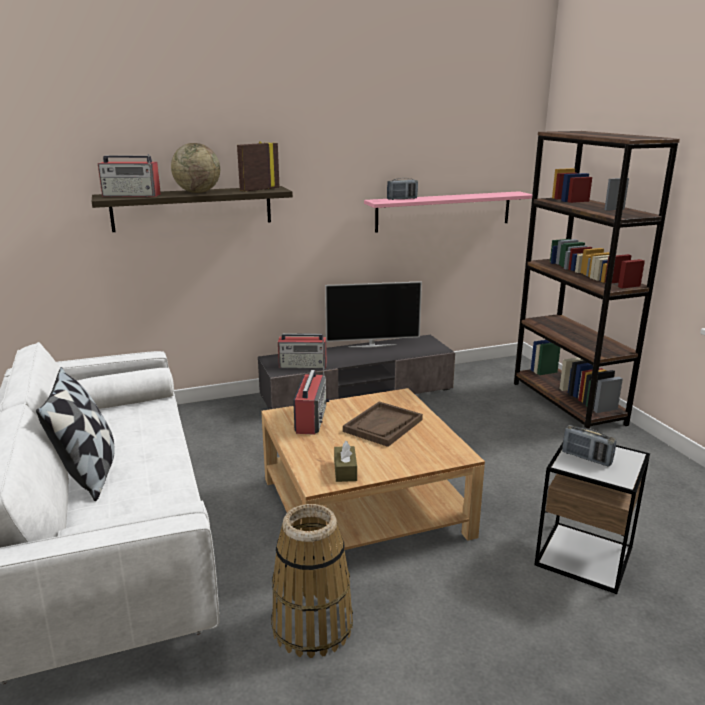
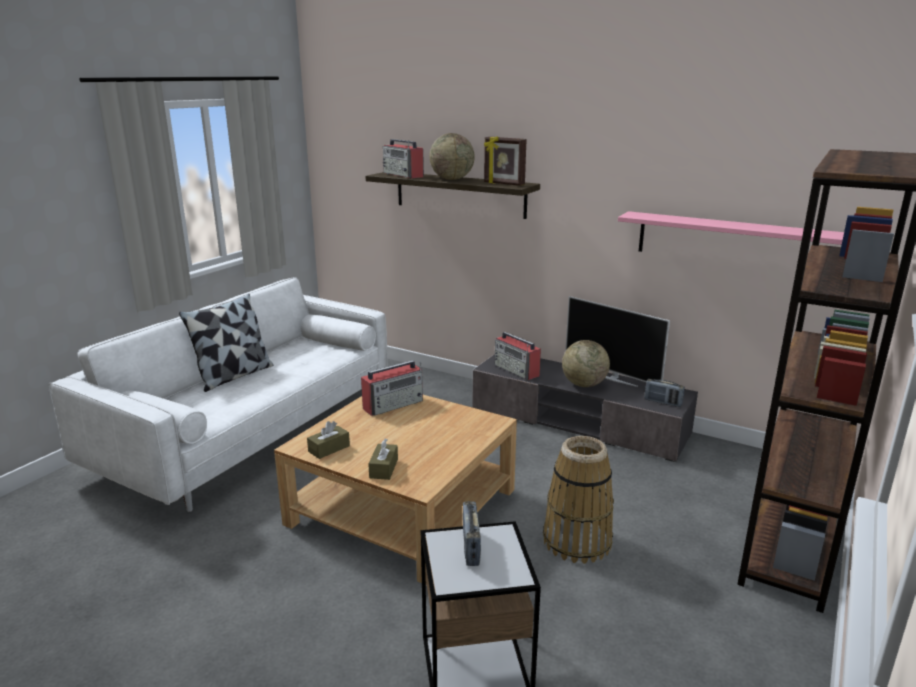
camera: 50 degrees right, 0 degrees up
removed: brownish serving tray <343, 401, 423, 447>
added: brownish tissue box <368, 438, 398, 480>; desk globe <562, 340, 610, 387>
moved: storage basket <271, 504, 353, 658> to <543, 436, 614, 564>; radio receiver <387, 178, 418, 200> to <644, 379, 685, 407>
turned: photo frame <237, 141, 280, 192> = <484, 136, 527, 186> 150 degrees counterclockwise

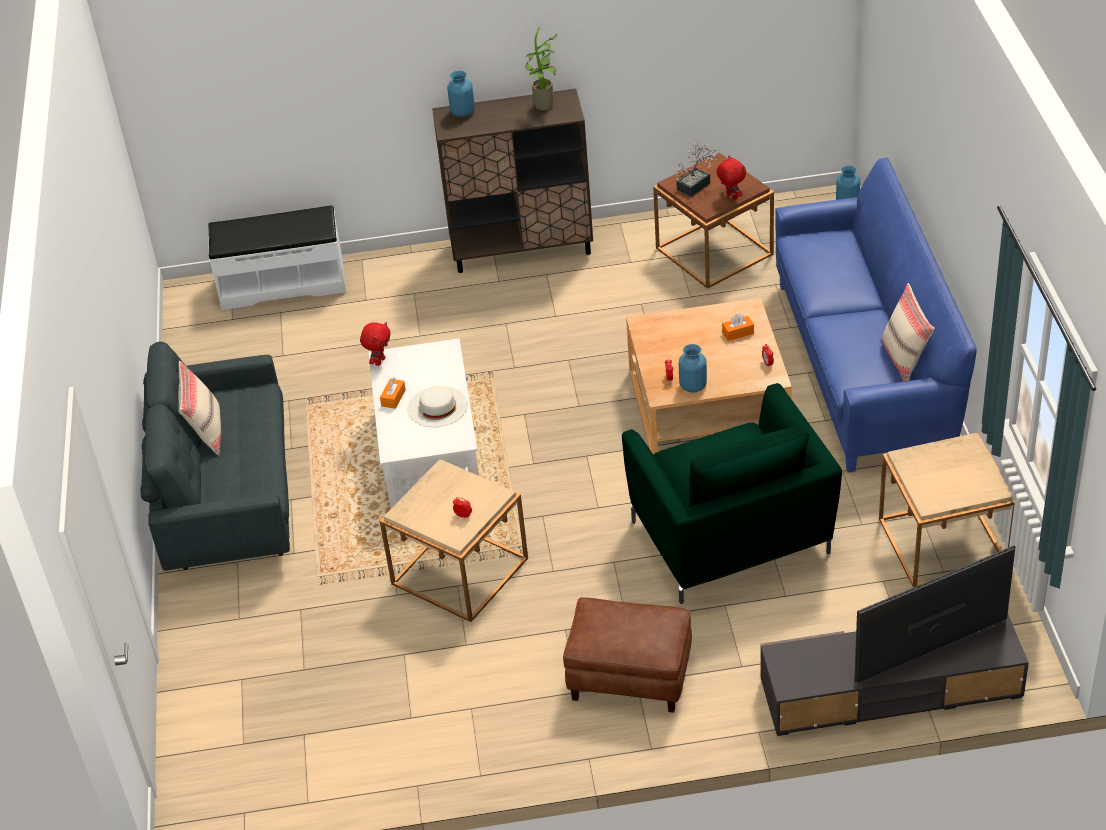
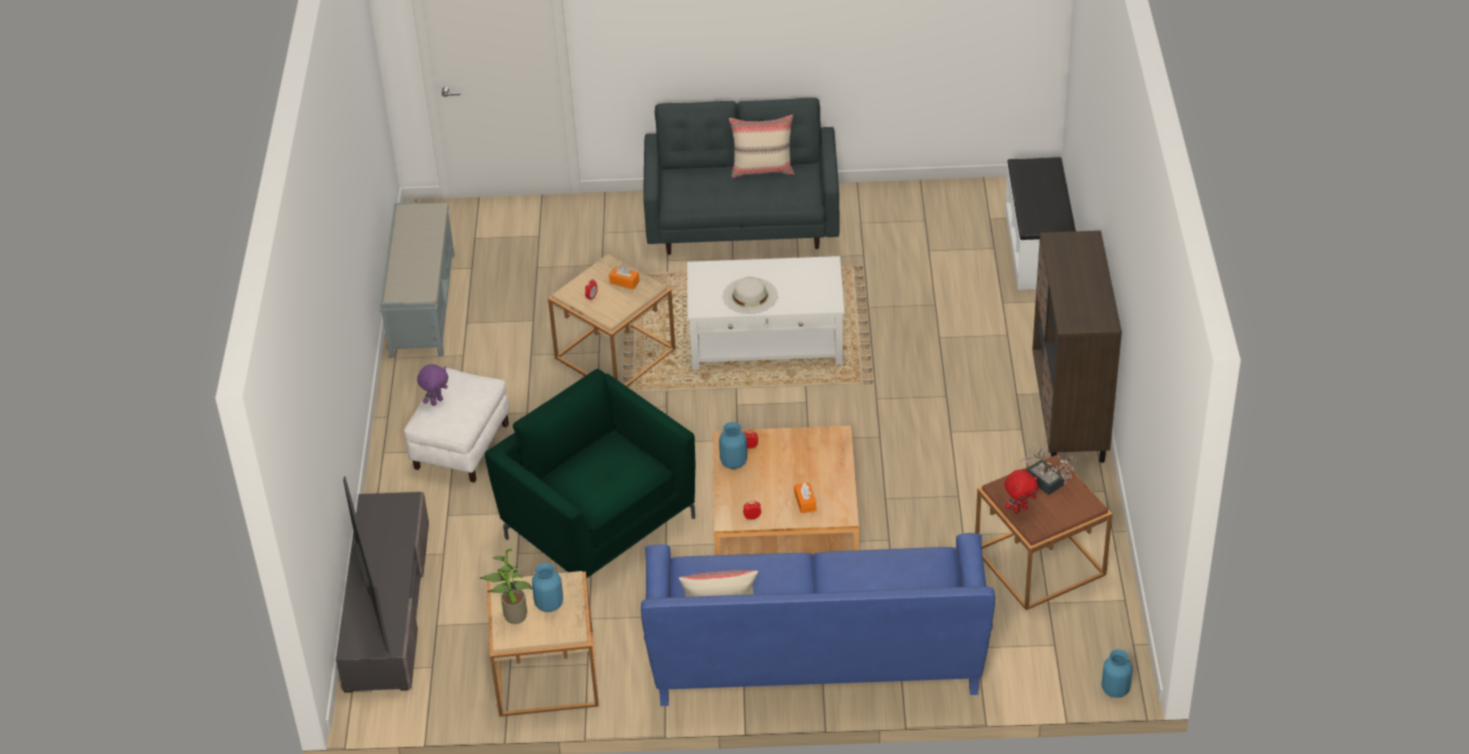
camera: 95 degrees right, 0 degrees up
removed: red plush toy <360, 322, 391, 366>
added: gray indoor bench <380, 202, 454, 358>; purple-coloured plush toy <417, 364, 448, 406>
moved: orange-coloured tissue box <380, 378, 406, 409> to <609, 265, 640, 290>; bluish decorative vase <447, 71, 475, 117> to <532, 563, 563, 612>; plant in a pot <525, 27, 557, 110> to <480, 548, 533, 624>
recoloured: brownish ottoman <563, 597, 692, 713> to white-coloured ottoman <404, 368, 509, 483>
turned: greenish armchair <622, 383, 842, 604> = <485, 369, 695, 578> 60 degrees clockwise

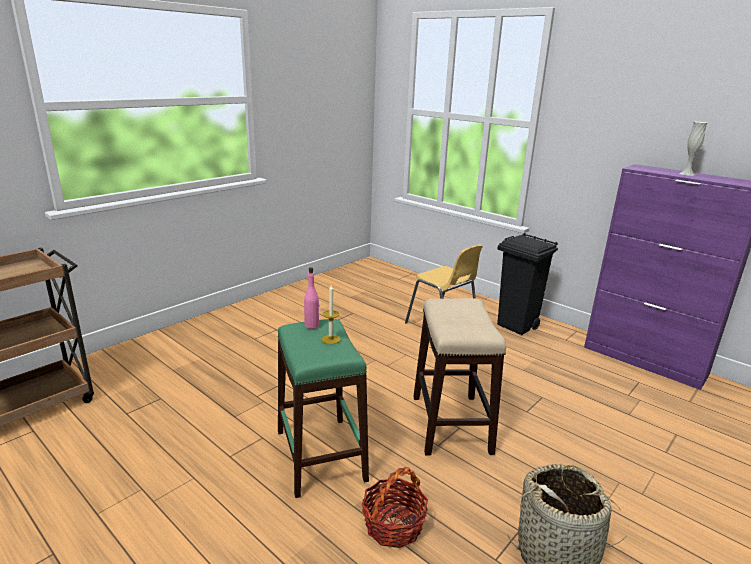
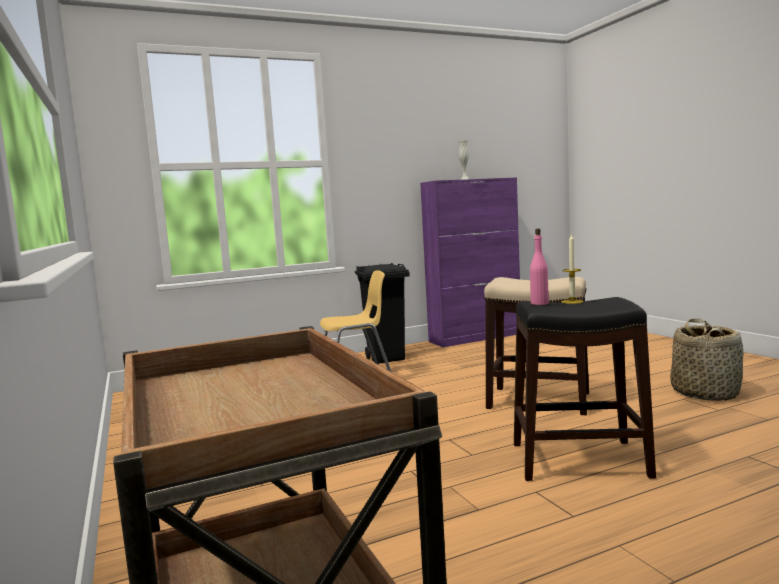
camera: 65 degrees left, 15 degrees down
removed: storage basket <362, 467, 428, 548>
recoloured: greenish stool seat <278, 319, 369, 498> to blackish stool seat <514, 297, 656, 481>

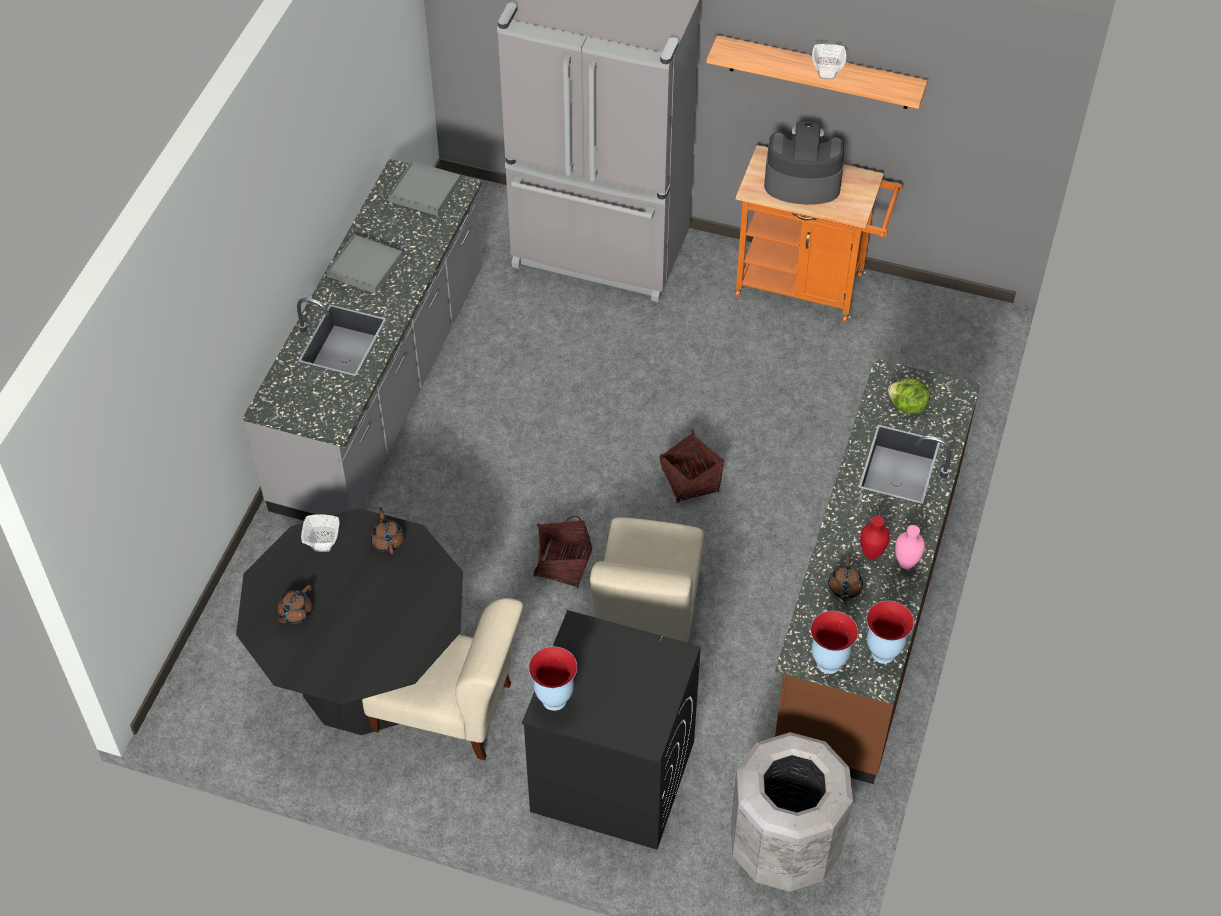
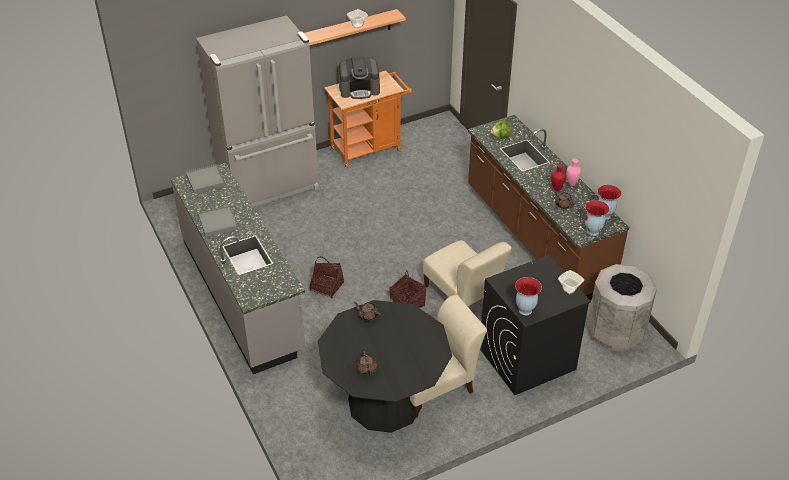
camera: 45 degrees left, 10 degrees down
moved: bowl <301, 514, 340, 552> to <558, 270, 584, 294>; storage basket <660, 429, 724, 503> to <310, 256, 344, 299>
turned: coffee brewer <764, 121, 844, 205> = <339, 56, 380, 99> 150 degrees counterclockwise

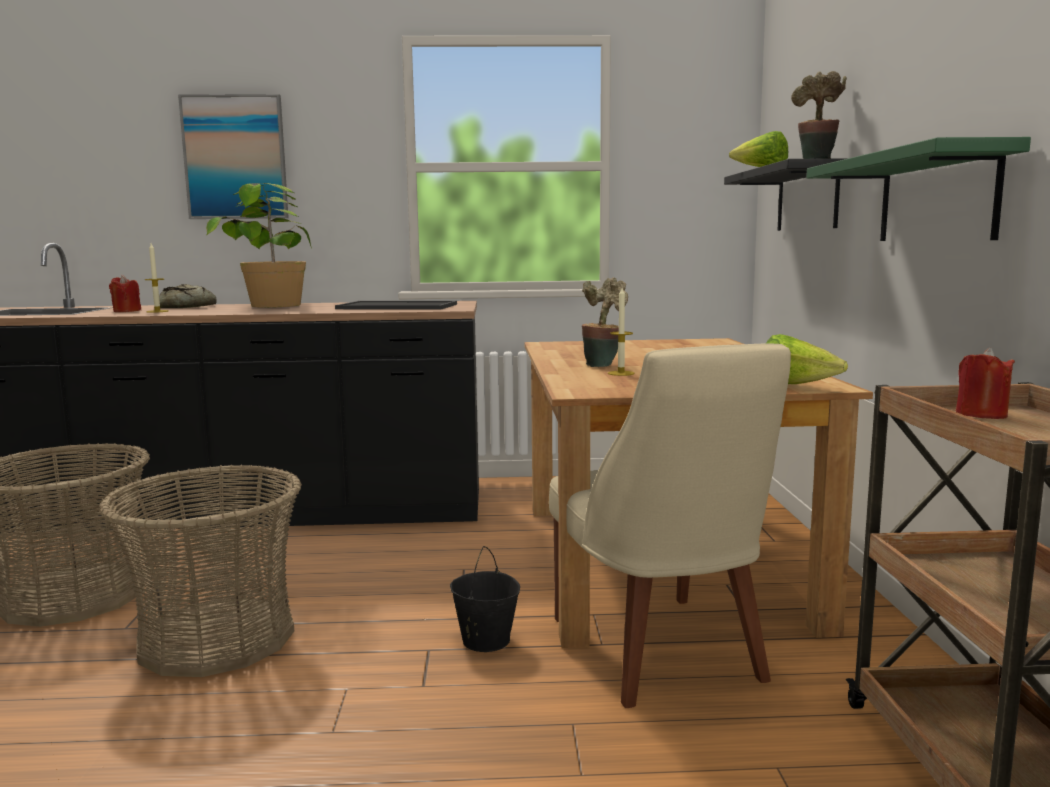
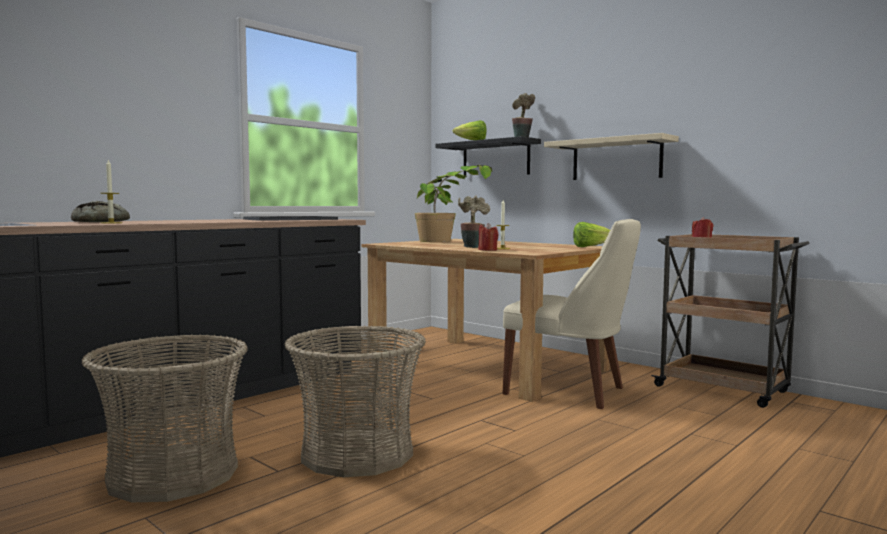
camera: 45 degrees left, 5 degrees down
removed: wall art <178, 94, 289, 219>; blackish pail <450, 546, 520, 652>
moved: red candle <109, 275, 141, 312> to <478, 223, 499, 251>; plant in a pot <206, 183, 312, 308> to <415, 165, 492, 242>
recoloured: greenish shelf <806, 137, 1031, 241> to beige-coloured shelf <544, 133, 679, 180>

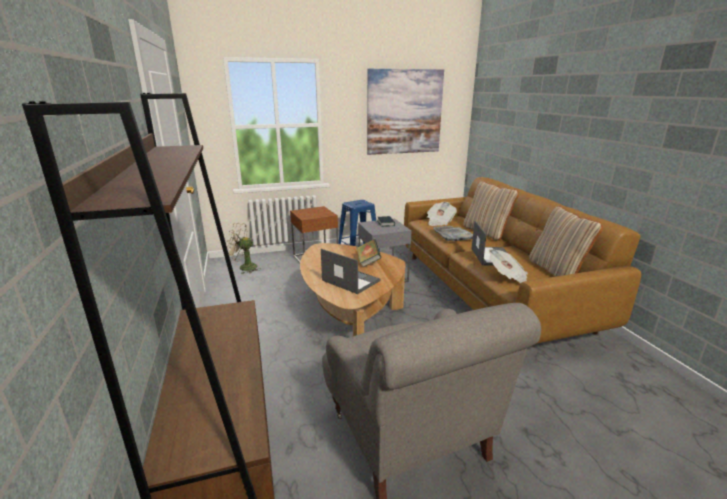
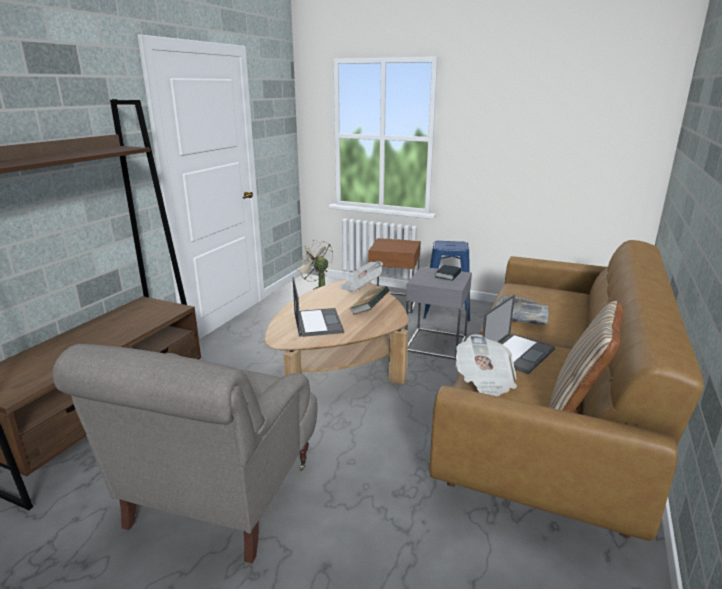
camera: 40 degrees right, 0 degrees up
removed: wall art <367, 69, 444, 155>; beige-coloured pillow <463, 181, 519, 241>
moved: printed paper <427, 202, 457, 226> to <339, 261, 383, 292>

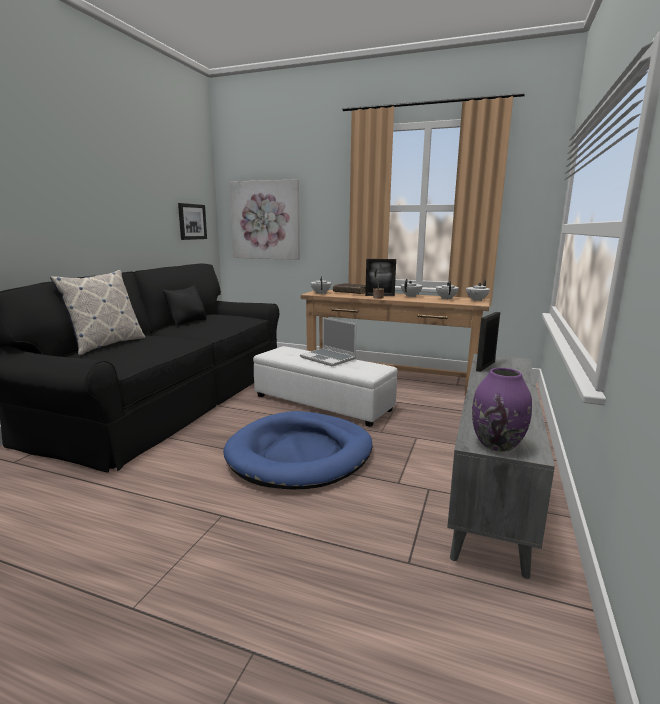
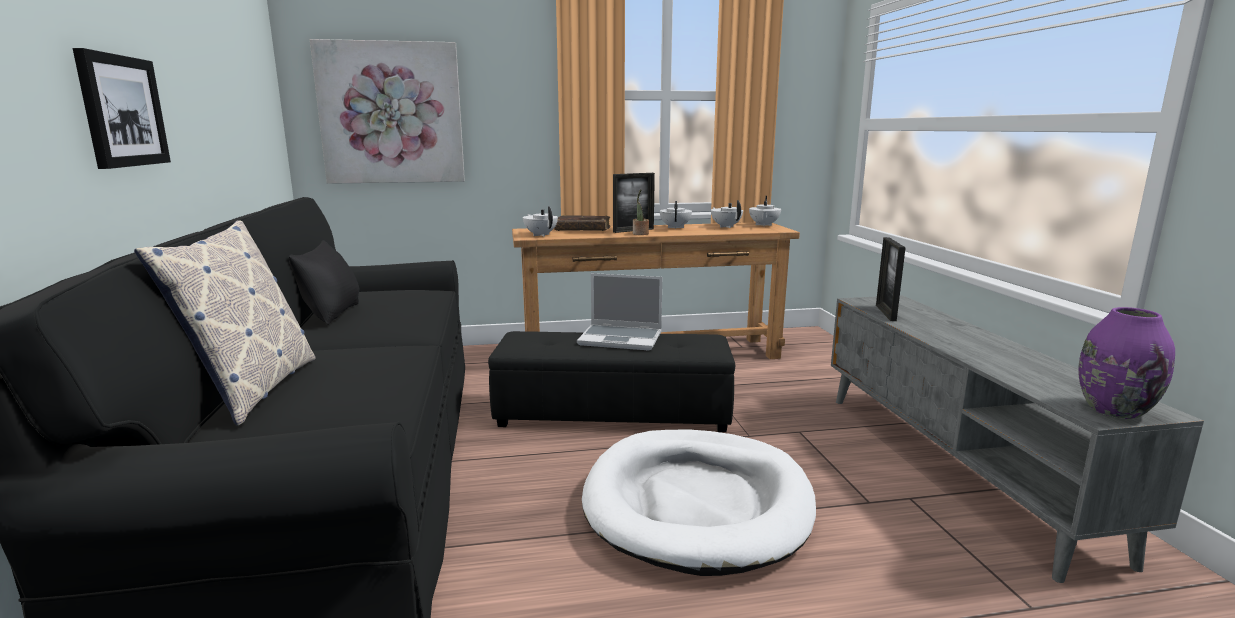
camera: 30 degrees left, 0 degrees up
moved: wall art <178, 203, 207, 240> to <73, 48, 171, 169>
recoloured: bluish dog bed <223, 411, 372, 490> to white-coloured dog bed <582, 429, 816, 576>; white-coloured ottoman <253, 346, 397, 427> to blackish ottoman <488, 331, 735, 432>

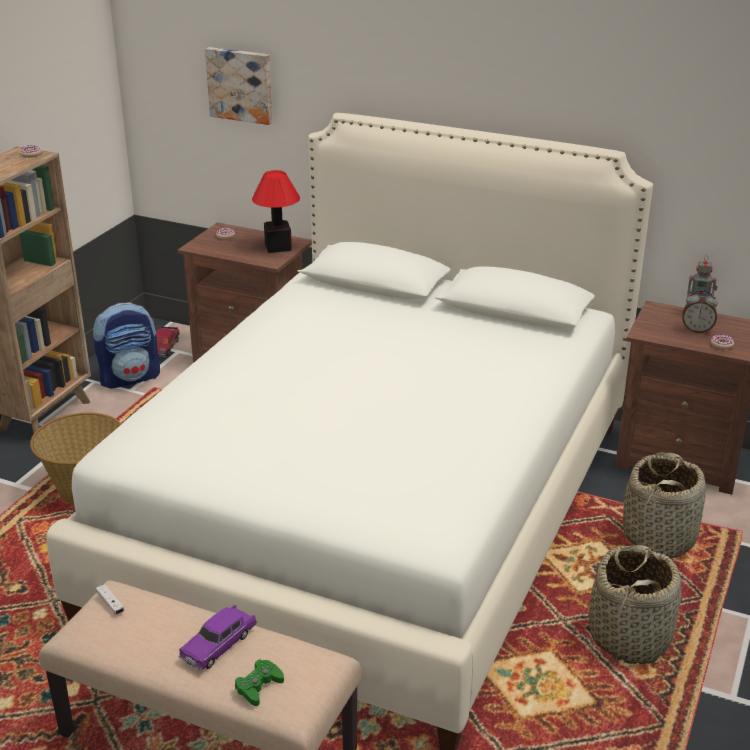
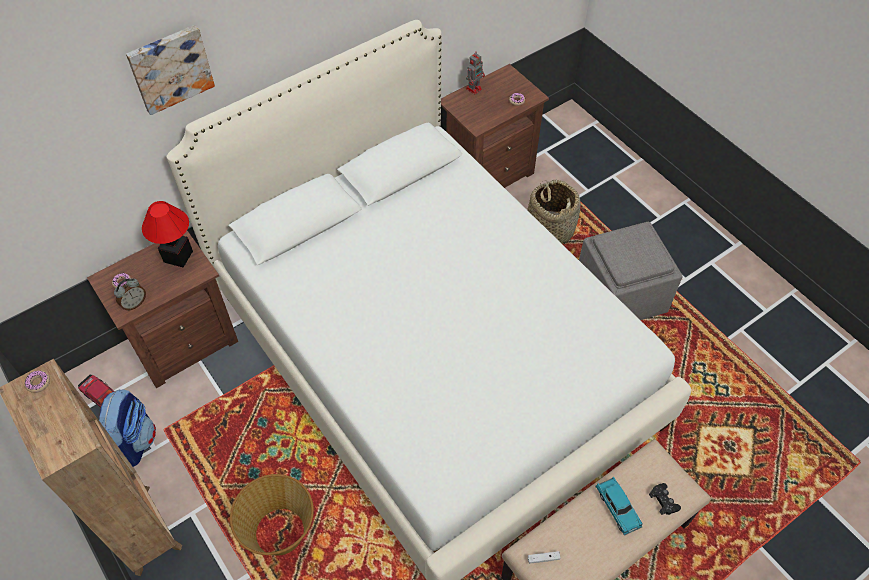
camera: 60 degrees left, 25 degrees up
moved: wall art <205, 47, 273, 125> to <126, 25, 215, 115>; table clock <682, 290, 718, 333> to <114, 278, 146, 311>
replaced: storage basket <589, 545, 681, 664> to gray ottoman <579, 222, 683, 320>
recoloured: purple-coloured model car <179, 605, 257, 670> to blue-green model car <595, 477, 643, 536>; greenish joypad <235, 659, 284, 706> to blackish joypad <649, 483, 681, 515>

